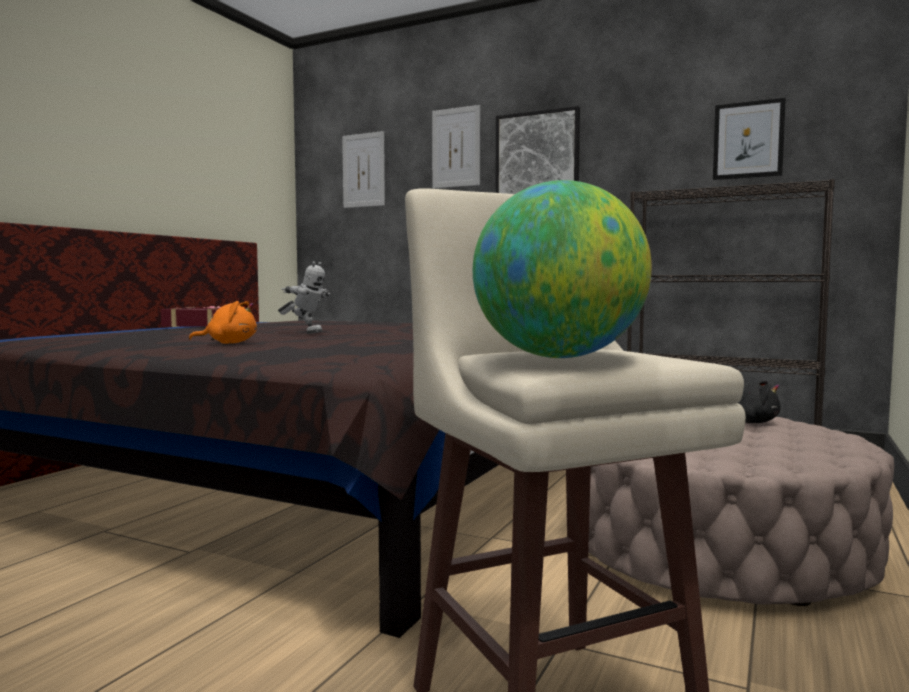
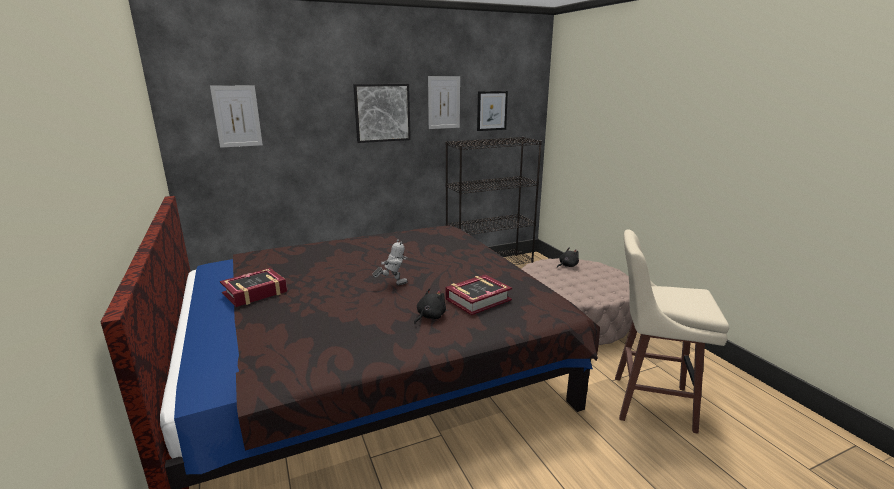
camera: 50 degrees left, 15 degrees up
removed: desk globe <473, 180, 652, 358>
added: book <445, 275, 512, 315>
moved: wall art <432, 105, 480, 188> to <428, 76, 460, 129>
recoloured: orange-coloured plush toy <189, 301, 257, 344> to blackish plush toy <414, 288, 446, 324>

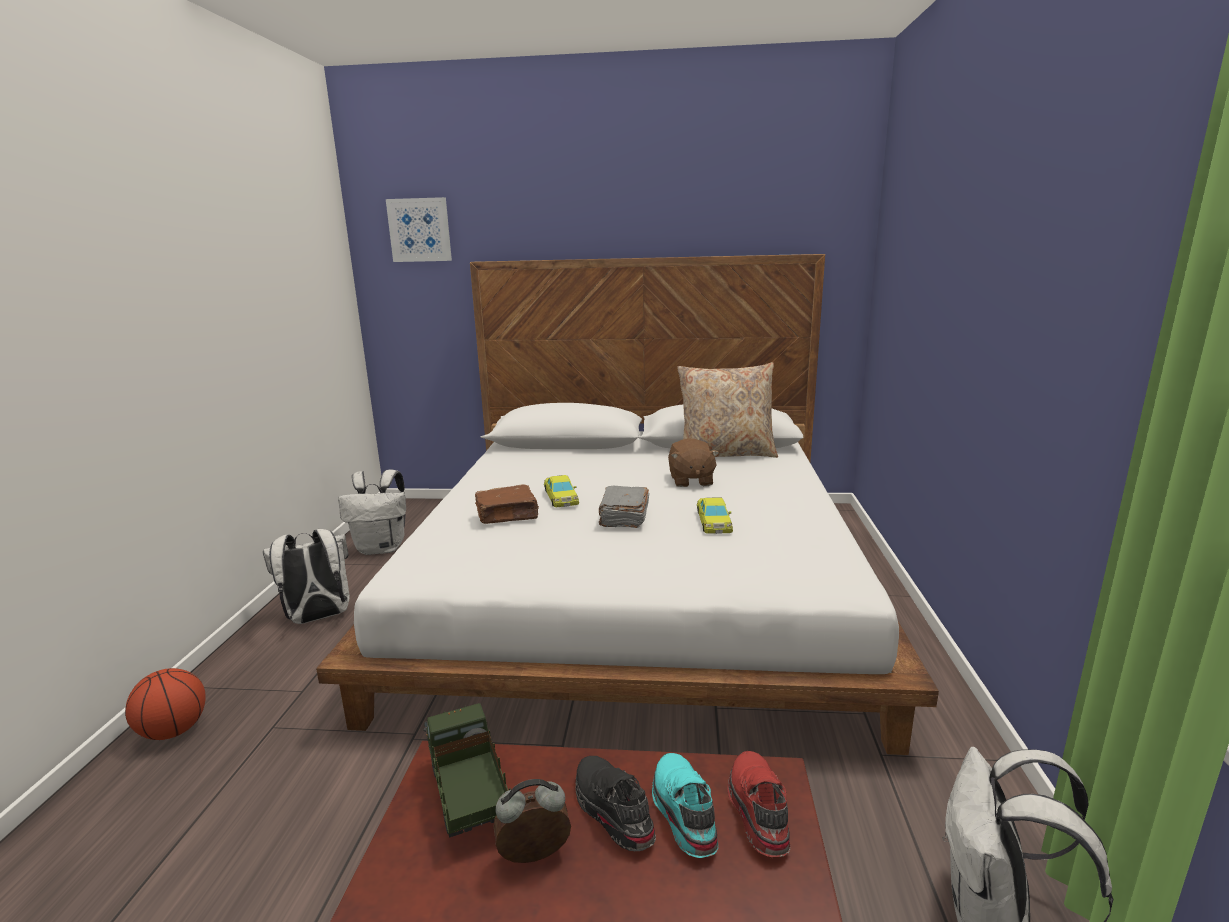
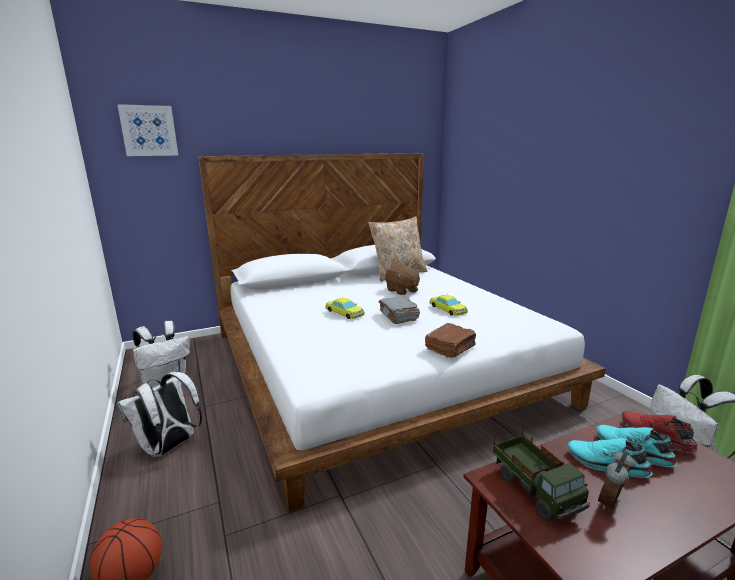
camera: 30 degrees left, 0 degrees up
moved: brownish book <475, 484, 539, 524> to <425, 323, 476, 358>
recoloured: blackish low shoe <576, 756, 656, 851> to blue-green low shoe <568, 438, 652, 478>
turned: toy truck <423, 703, 511, 838> = <492, 429, 590, 521> 150 degrees counterclockwise

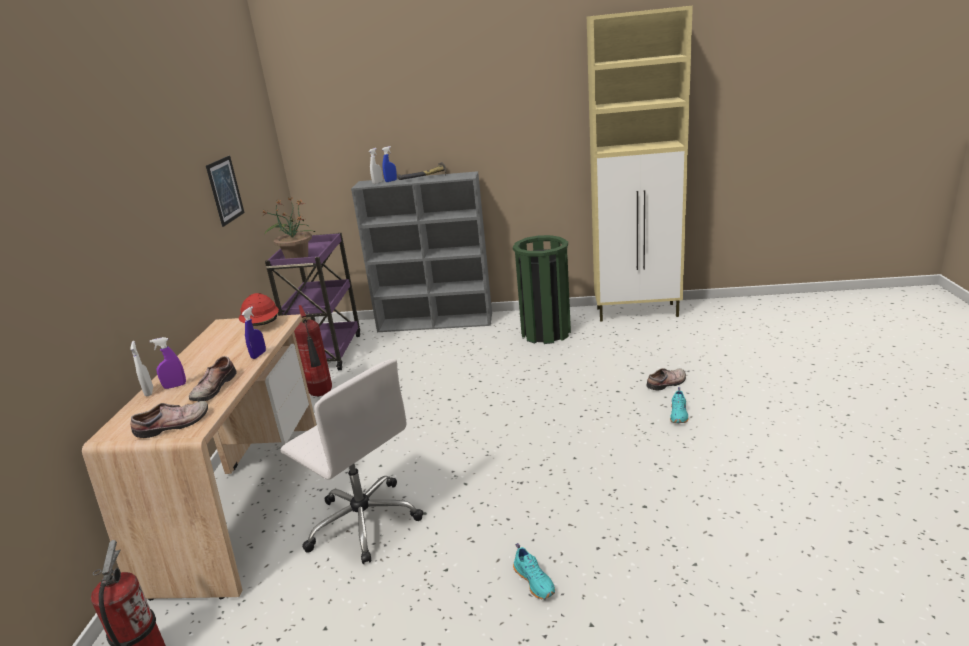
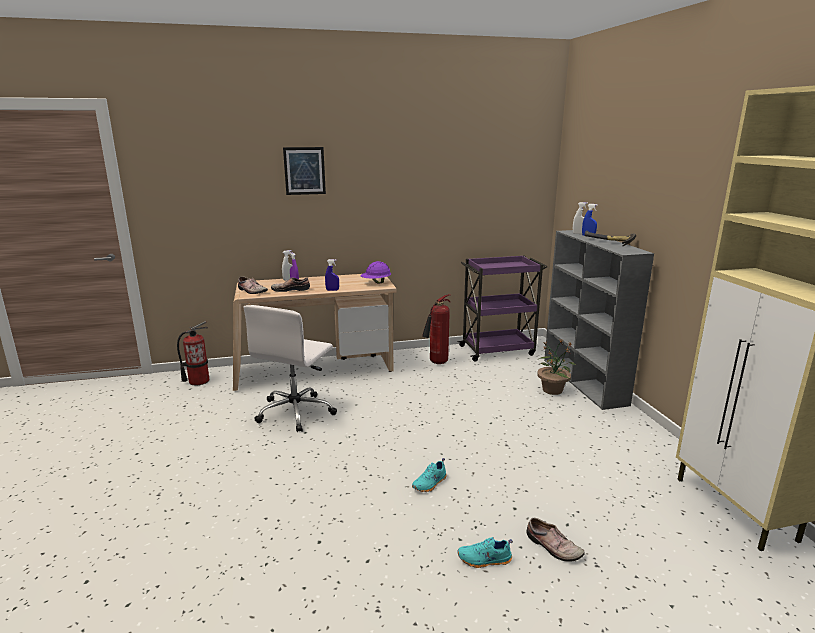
camera: 70 degrees right, 5 degrees down
removed: greenish rubbish bin <513, 235, 571, 344>
moved: wall art <206, 156, 245, 227> to <283, 147, 326, 195>; plant in a pot <261, 198, 315, 259> to <537, 340, 576, 395>; blue-green low shoe <513, 543, 555, 599> to <412, 458, 447, 492>
recoloured: red work helmet <239, 293, 279, 326> to purple-coloured work helmet <360, 261, 391, 284>

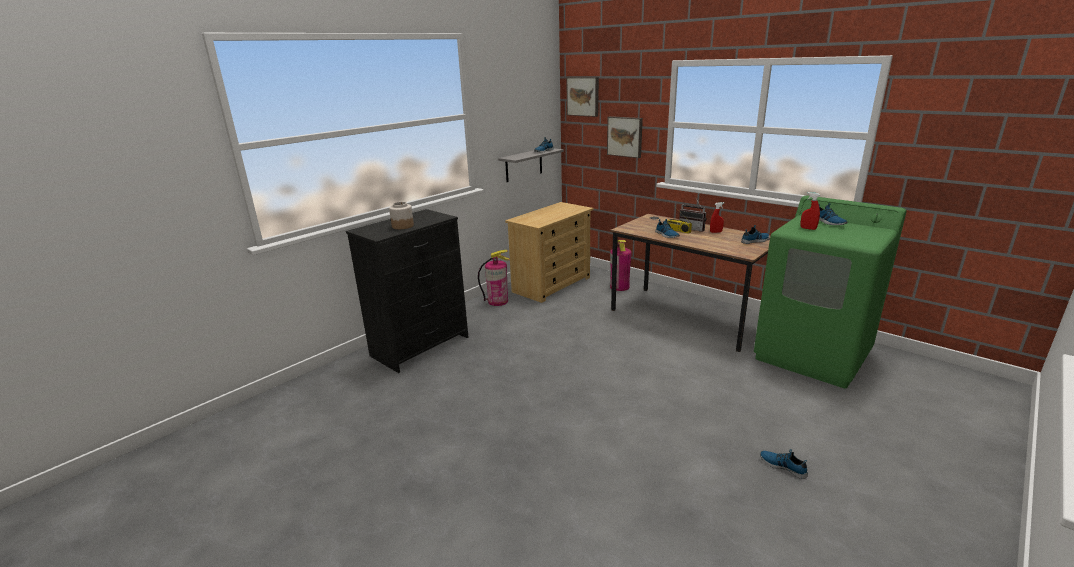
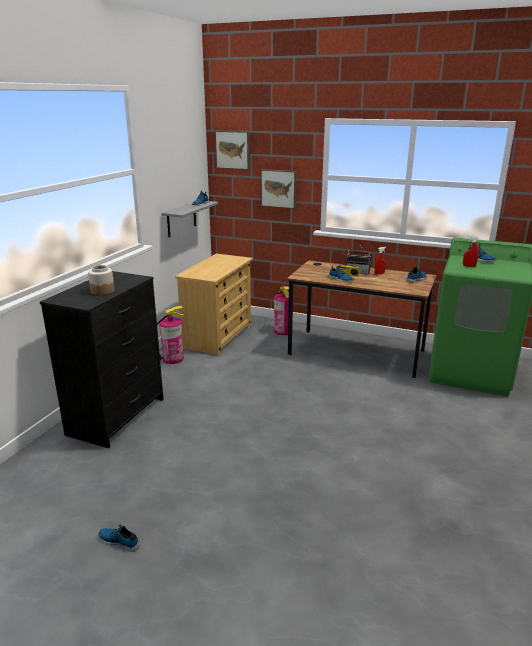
camera: 20 degrees left, 0 degrees up
moved: low shoe <760, 449, 808, 479> to <98, 524, 140, 552>

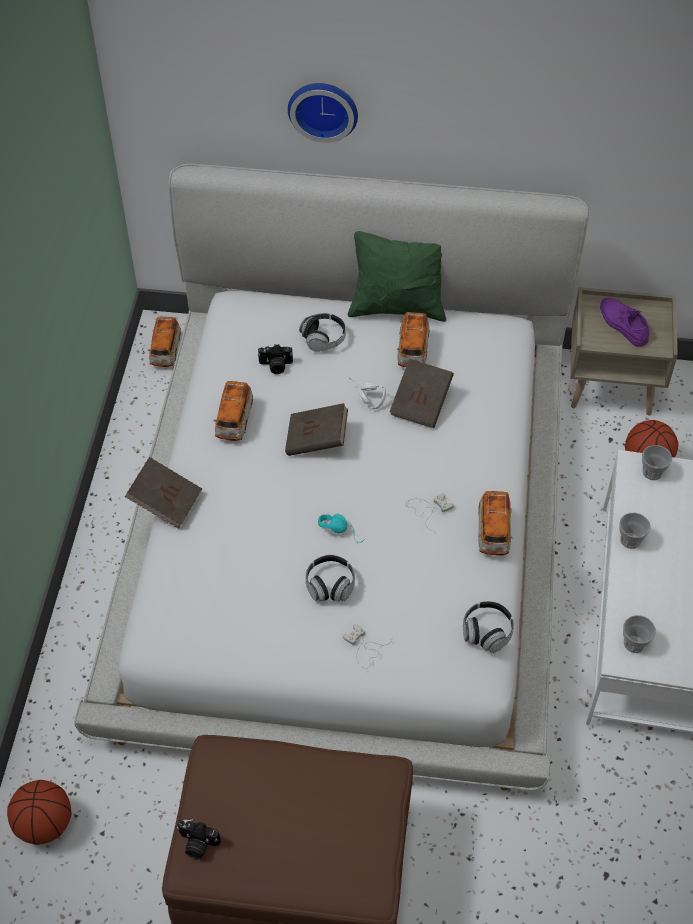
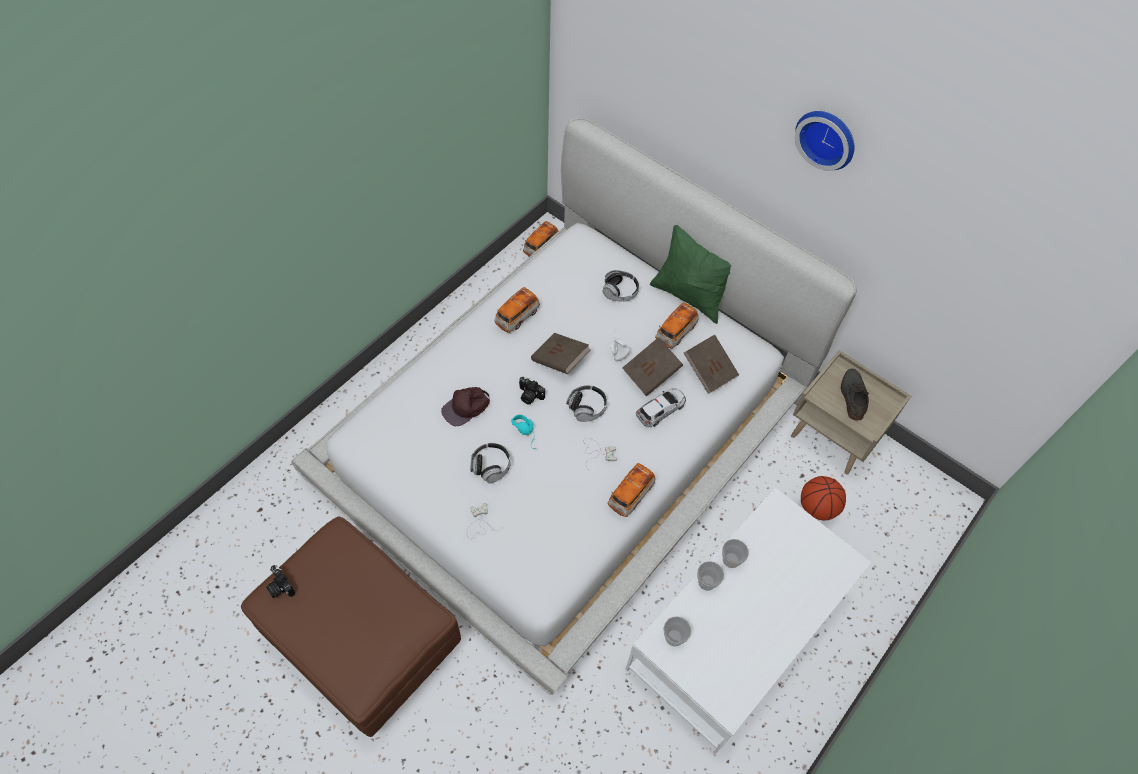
camera: 30 degrees right, 5 degrees up
removed: basketball ball <7, 780, 71, 845>
added: brownish peaked cap <441, 387, 490, 426>; model car <636, 388, 686, 427>
moved: brownish book <125, 457, 202, 529> to <684, 334, 739, 394>; still camera <258, 344, 293, 374> to <518, 377, 545, 405>; hanging clock <288, 83, 358, 143> to <795, 111, 855, 171>; pair of headphones <463, 601, 514, 653> to <566, 385, 607, 422>; cup <642, 445, 672, 480> to <697, 561, 724, 591>
recoloured: purple-coloured low shoe <600, 298, 649, 347> to gray low shoe <841, 369, 869, 420>

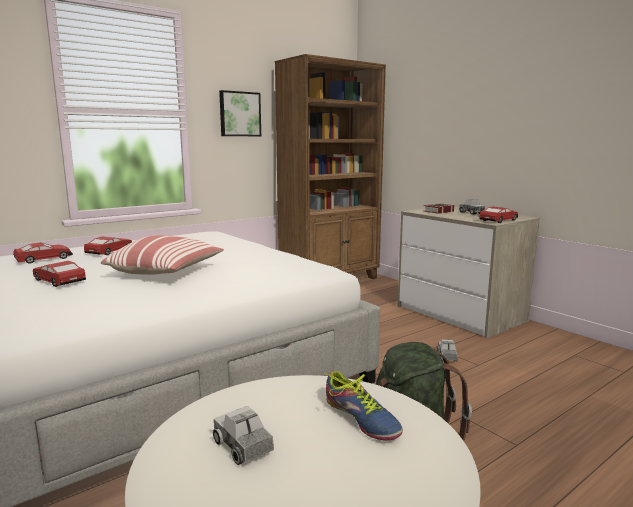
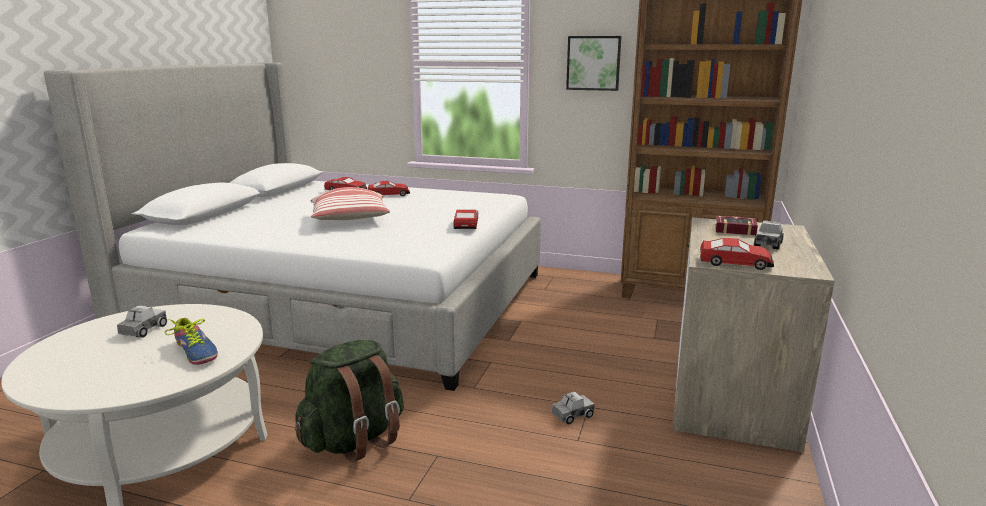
camera: 55 degrees right, 5 degrees up
moved: model car <33, 261, 86, 287> to <454, 210, 478, 229>
turned: low shoe <325, 371, 403, 440> = <165, 318, 218, 365> 60 degrees counterclockwise

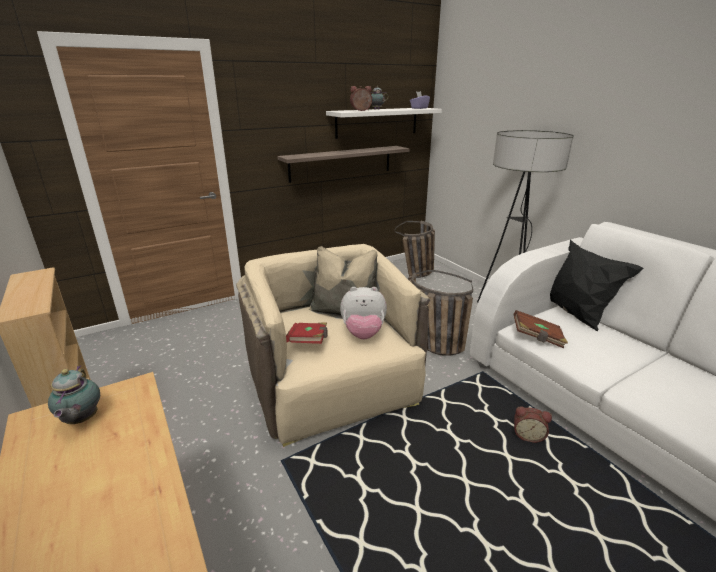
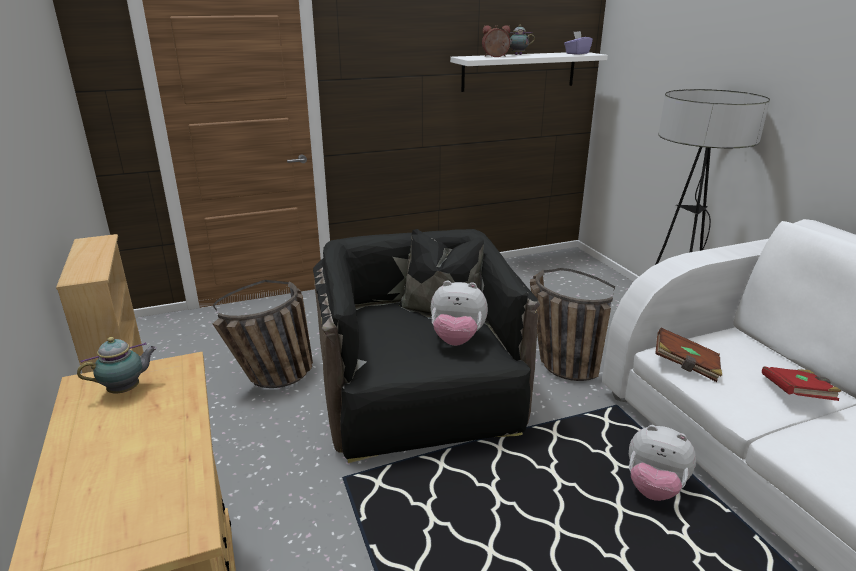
camera: 10 degrees right, 0 degrees up
removed: shelf <277, 146, 409, 183>; blackish pillow <550, 239, 644, 331>
moved: red book <286, 322, 328, 344> to <762, 366, 841, 401>; storage basket <395, 221, 435, 278> to <213, 280, 313, 388>
replaced: table clock <514, 406, 552, 443> to plush toy <629, 425, 696, 501>
recoloured: beige-coloured armchair <236, 244, 430, 447> to blackish armchair <313, 229, 540, 463>
turned: pot for tea <48, 366, 100, 424> = <77, 337, 157, 393> 120 degrees counterclockwise

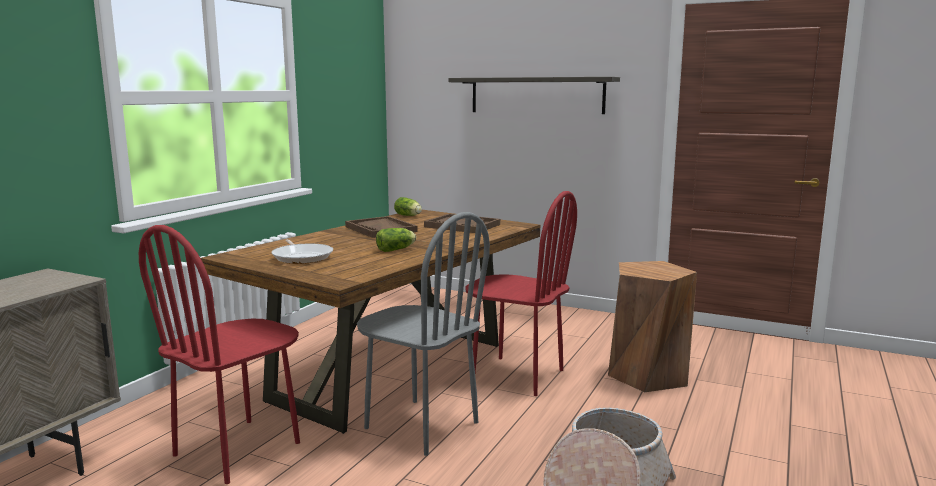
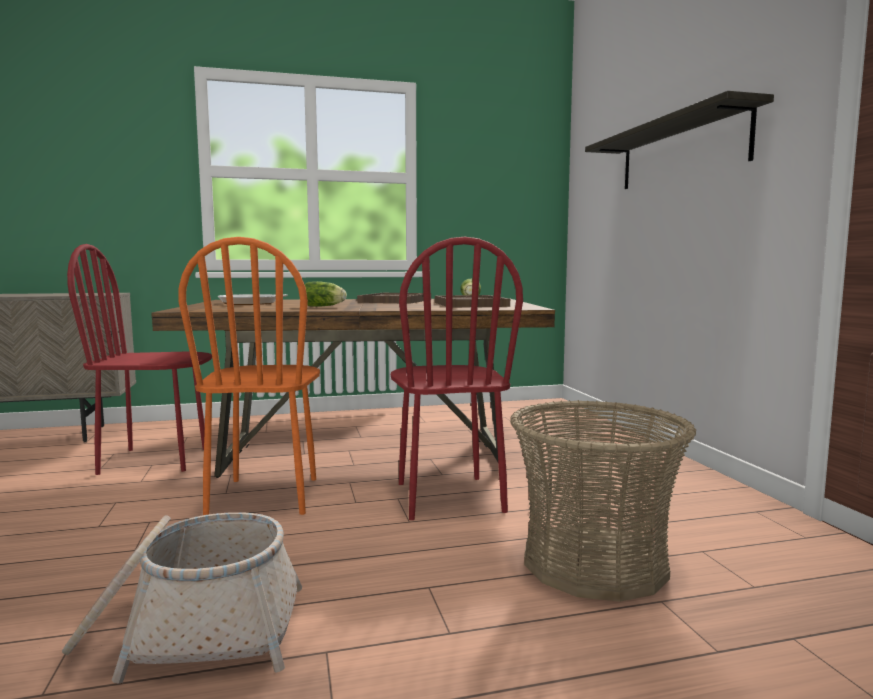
camera: 50 degrees right, 5 degrees down
replaced: brownish stool seat <608, 261, 697, 392> to storage basket <510, 400, 696, 602>
recoloured: gray chair <357, 212, 490, 456> to orange-coloured chair <178, 237, 320, 515>

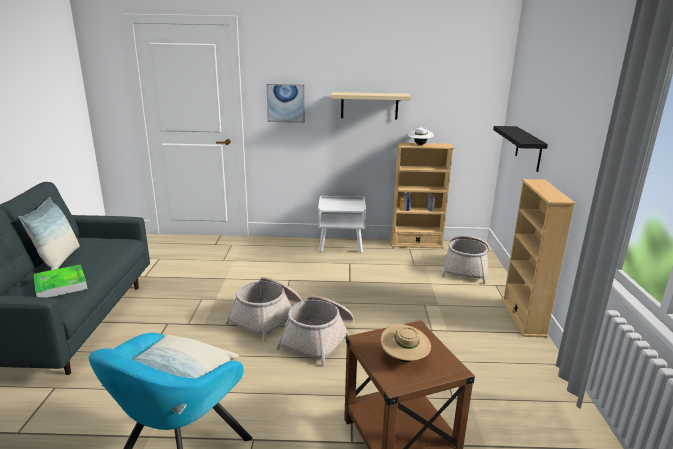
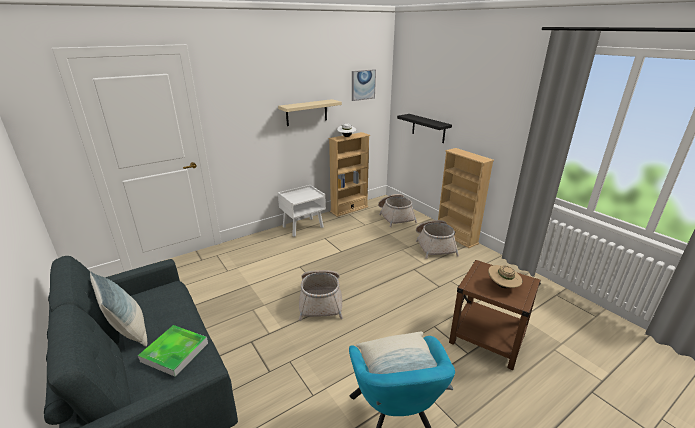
camera: 35 degrees left, 5 degrees up
moved: wall art <267, 84, 305, 123> to <352, 69, 376, 101>; storage basket <276, 296, 354, 366> to <416, 220, 459, 259>

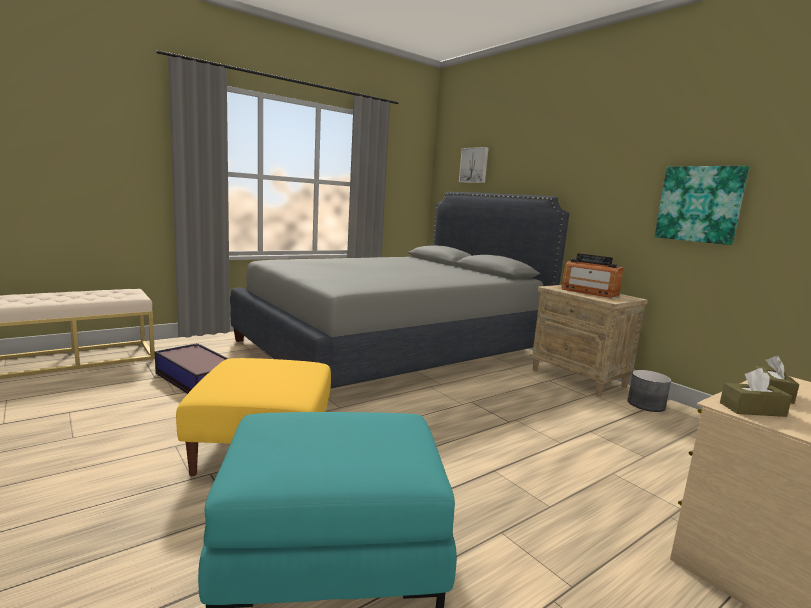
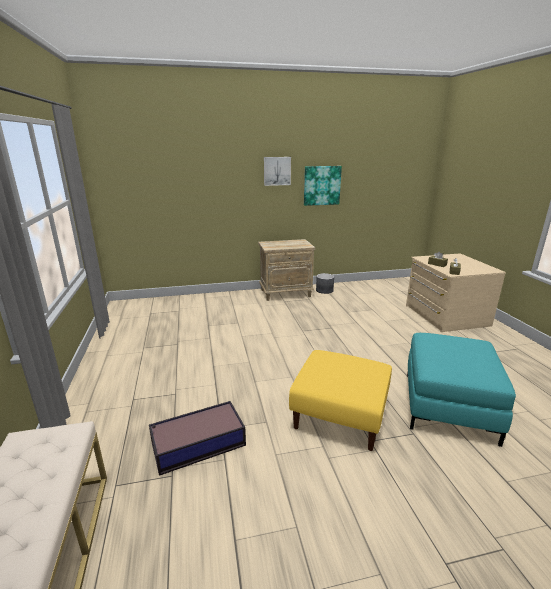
camera: 65 degrees left, 10 degrees up
removed: gray bedroom bed <230, 192, 569, 388>; radio receiver <562, 253, 624, 298>
moved: wall art <459, 147, 489, 183> to <264, 157, 291, 186>

